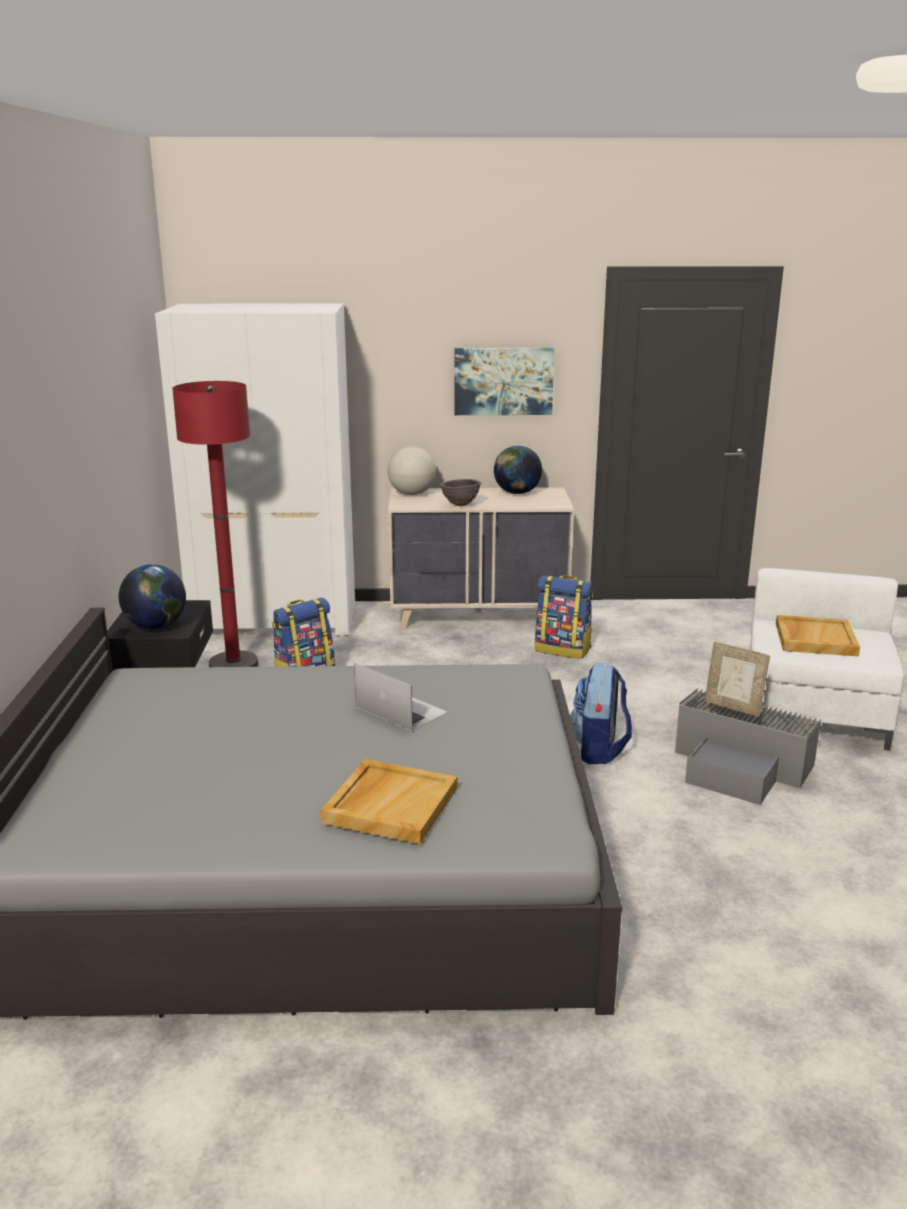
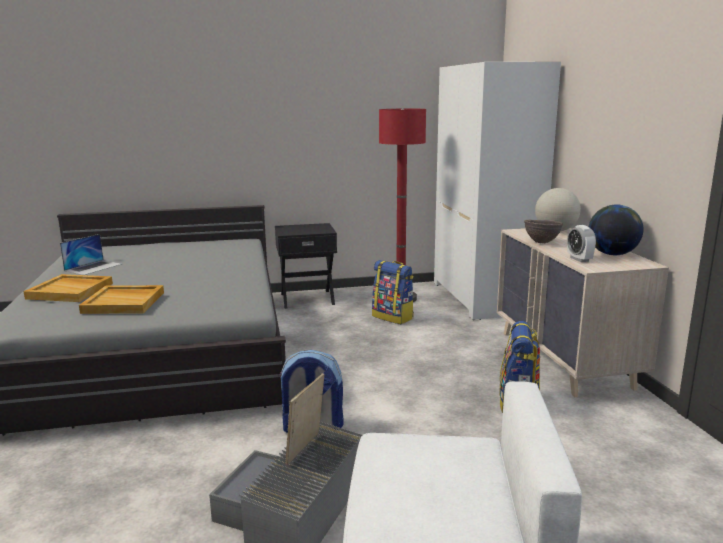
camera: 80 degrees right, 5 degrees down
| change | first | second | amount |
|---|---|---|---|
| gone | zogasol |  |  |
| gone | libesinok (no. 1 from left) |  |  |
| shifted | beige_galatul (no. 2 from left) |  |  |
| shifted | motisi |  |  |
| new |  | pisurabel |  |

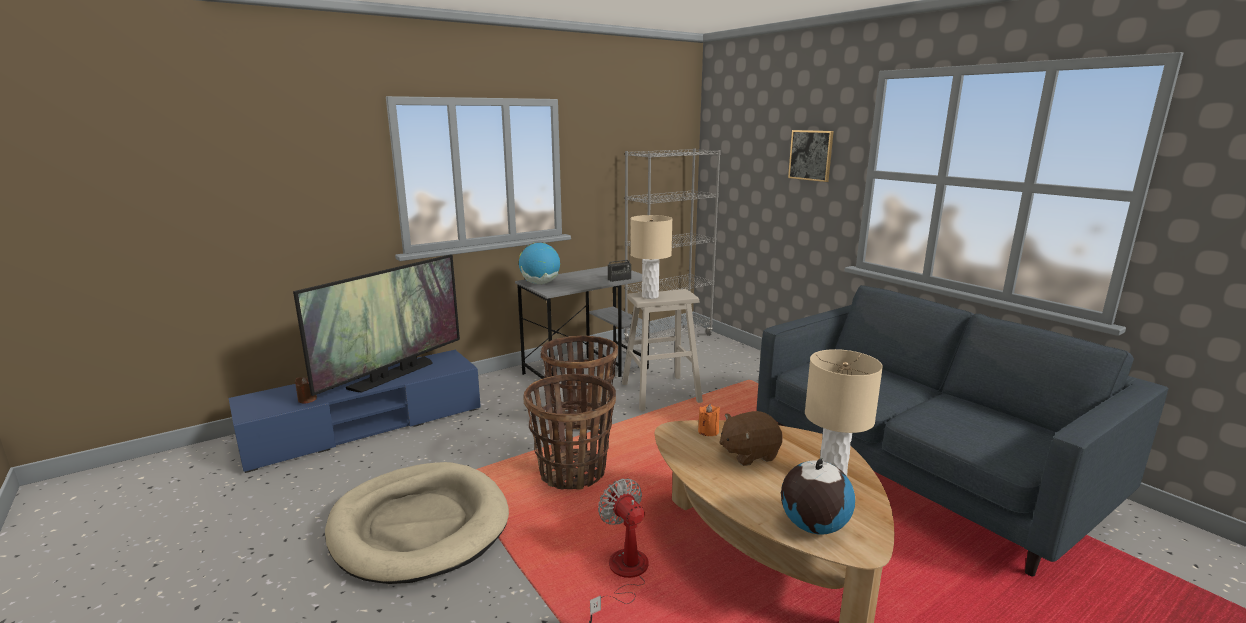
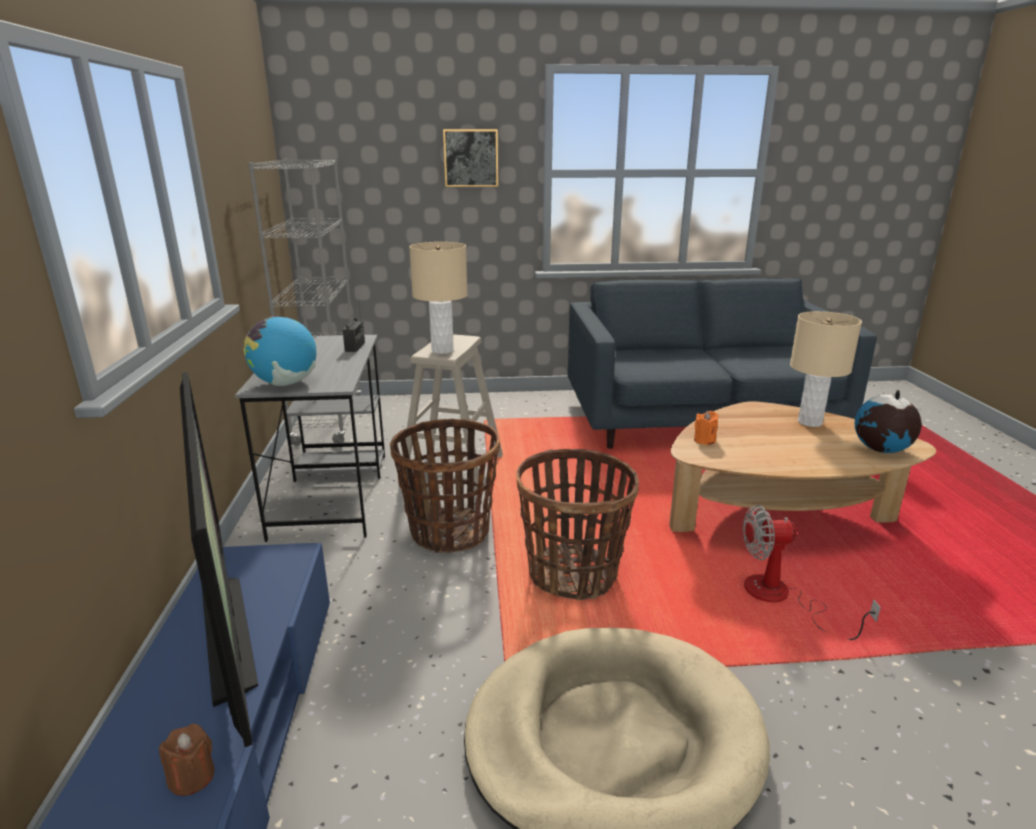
camera: 60 degrees left, 5 degrees up
| change | first | second | amount |
|---|---|---|---|
| gone | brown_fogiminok |  |  |

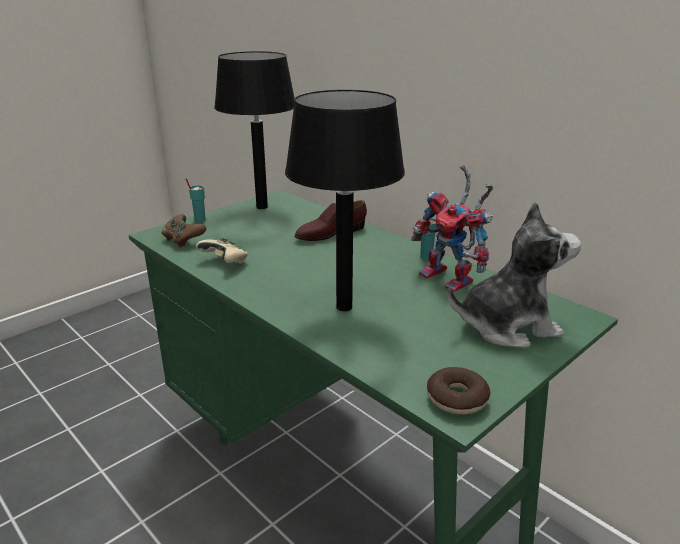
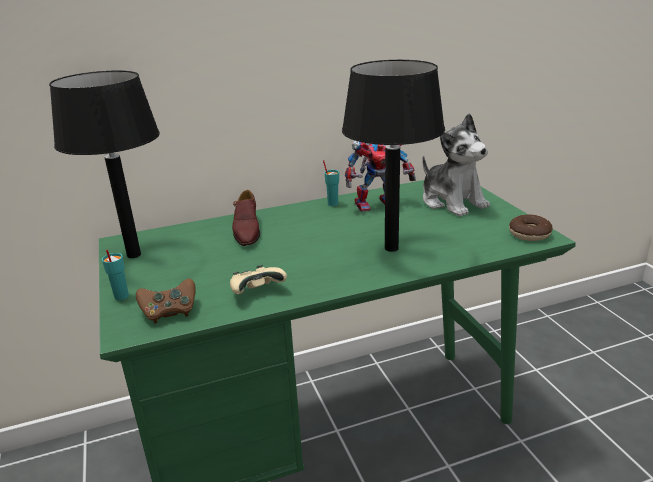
camera: 65 degrees left, 0 degrees up
| change | first | second | amount |
|---|---|---|---|
| rotated | fogiminok |  | 135 degrees clockwise |

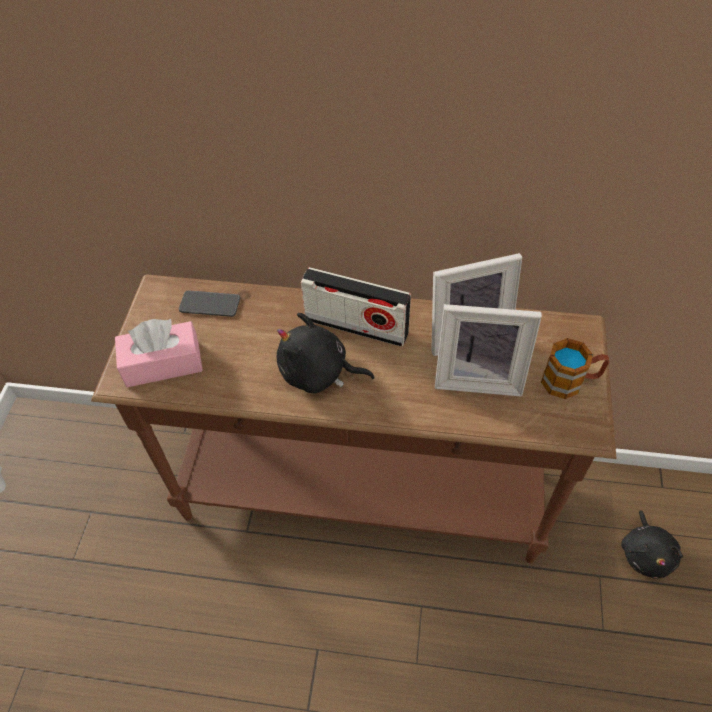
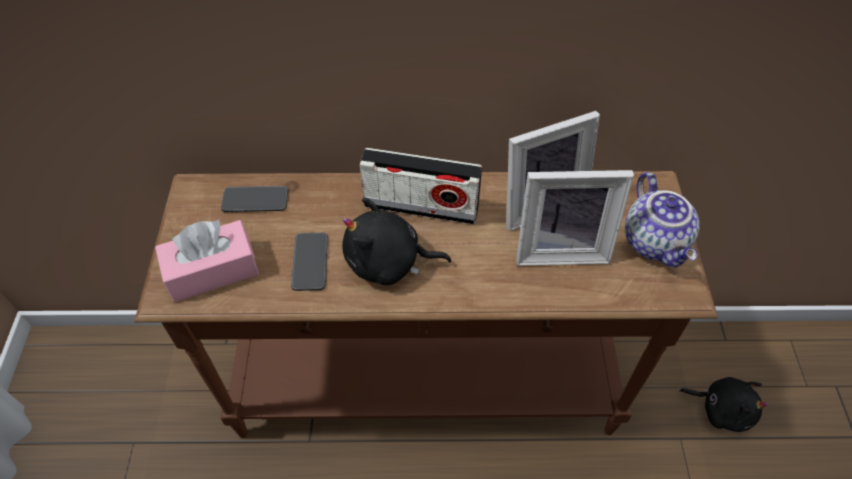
camera: 10 degrees left, 0 degrees up
| change | first | second | amount |
|---|---|---|---|
| swapped | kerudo | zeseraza |  |
| rotated | black_fogiminok (no. 2 from left) |  | 60 degrees counterclockwise |
| new |  | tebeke (no. 2 from left) |  |

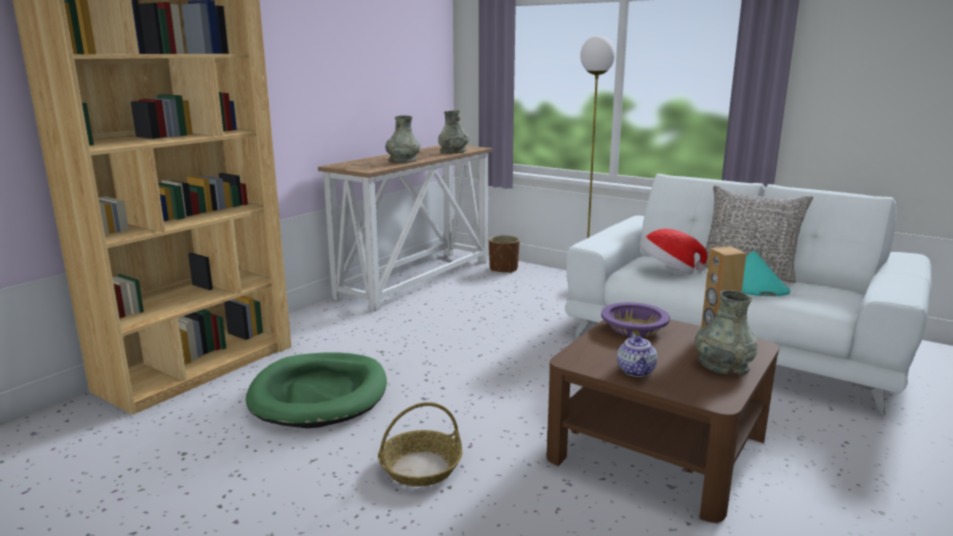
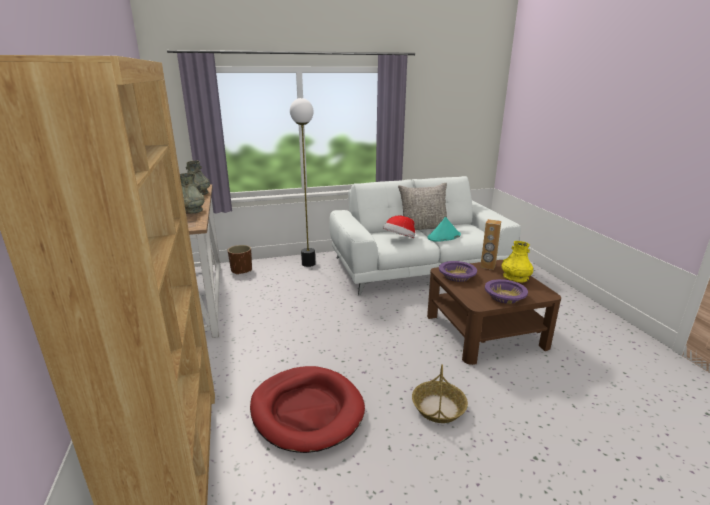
camera: 50 degrees left, 5 degrees up
| change | first | second | amount |
|---|---|---|---|
| repainted | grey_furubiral (no. 3 from left) | yellow_furubiral |  |
| swapped | zeseraza | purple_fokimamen (no. 2 from left) |  |
| repainted | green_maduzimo | red_maduzimo |  |

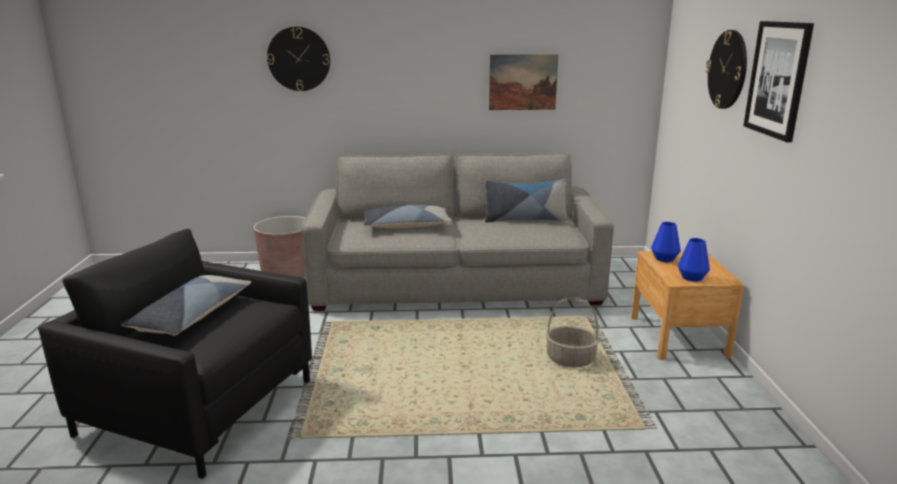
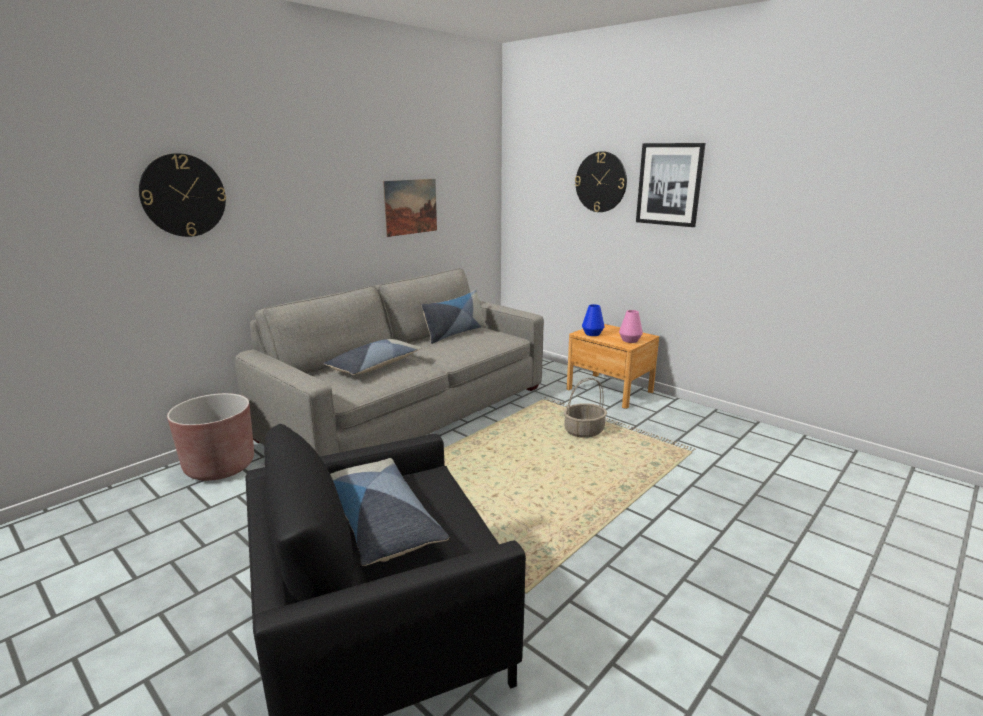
camera: 45 degrees left, 0 degrees up
| change | first | second | amount |
|---|---|---|---|
| repainted | blue_furubiral (no. 2 from left) | pink_furubiral |  |

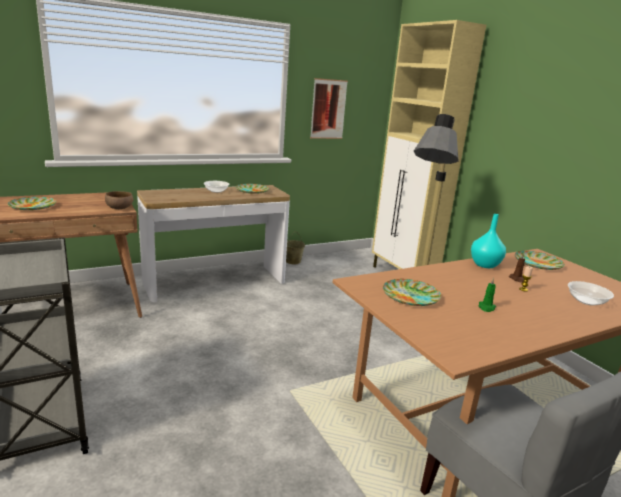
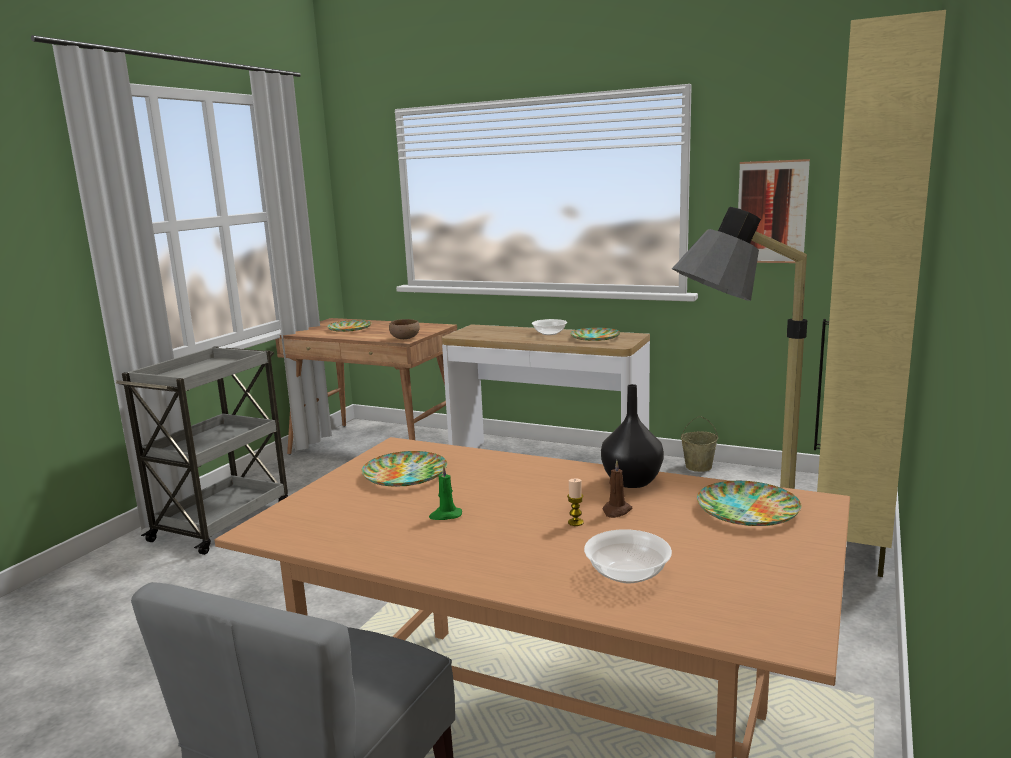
camera: 55 degrees right, 5 degrees down
| change | first | second | amount |
|---|---|---|---|
| repainted | turquoise_furubiral | black_furubiral |  |

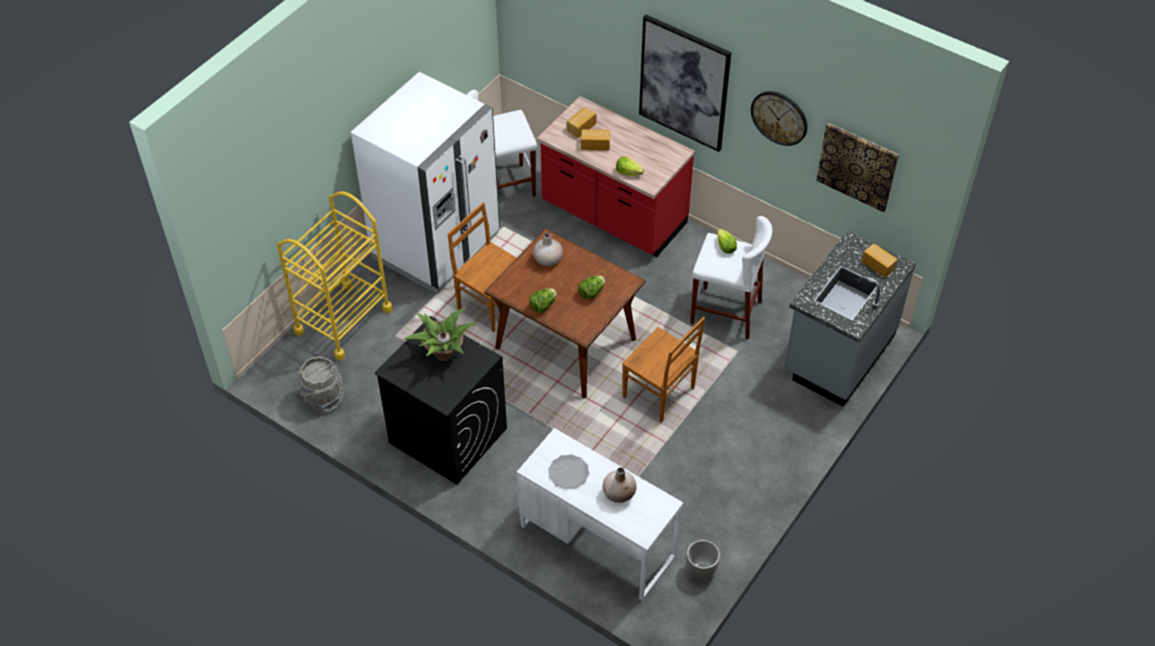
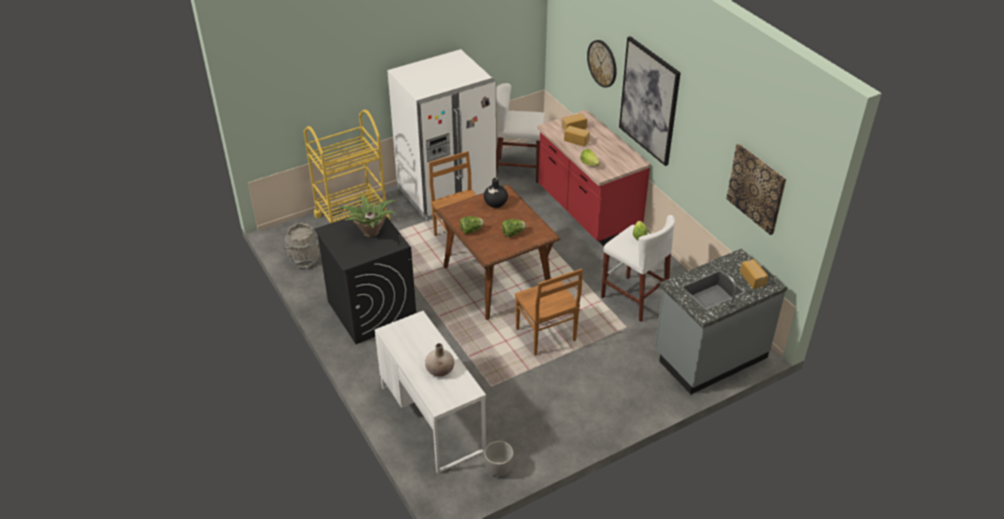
camera: 25 degrees right, 10 degrees down
| change | first | second | amount |
|---|---|---|---|
| shifted | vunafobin |  |  |
| repainted | beige_furubiral (no. 1 from left) | black_furubiral |  |
| gone | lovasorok |  |  |

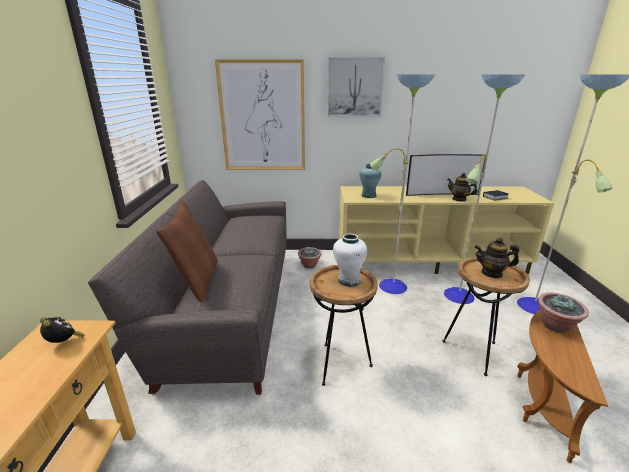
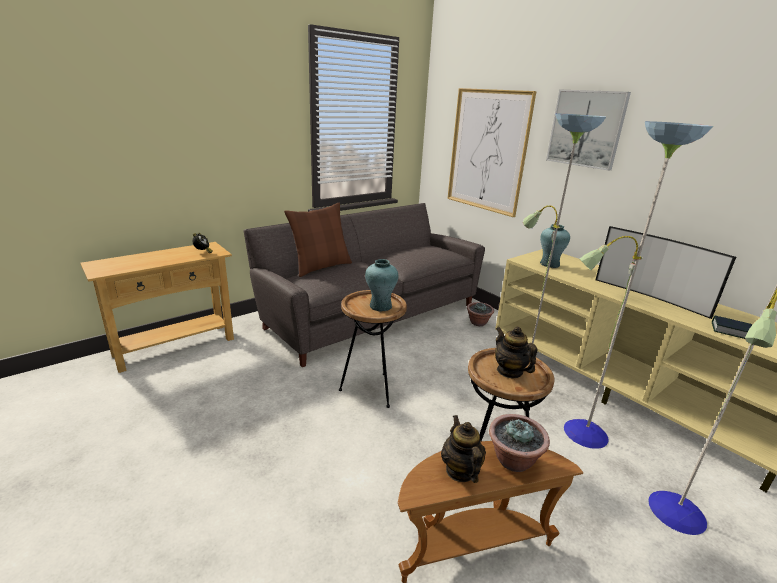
camera: 50 degrees right, 0 degrees up
| change | first | second | amount |
|---|---|---|---|
| shifted | zeseraza (no. 1 from left) |  |  |
| repainted | white_furubiral | turquoise_furubiral (no. 1 from left) |  |

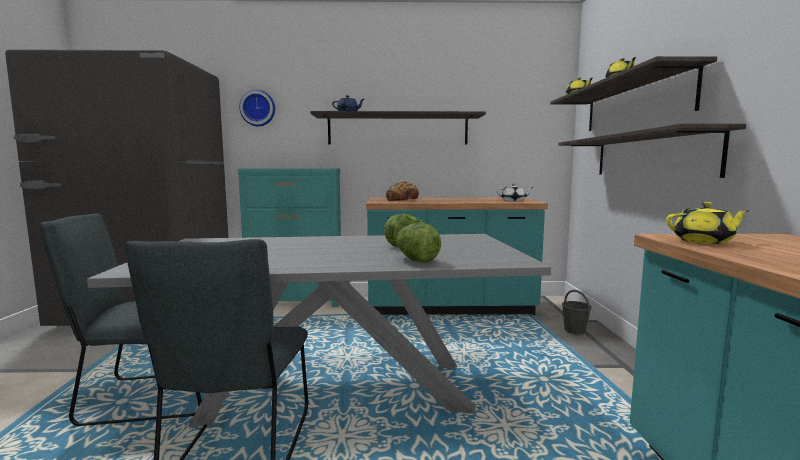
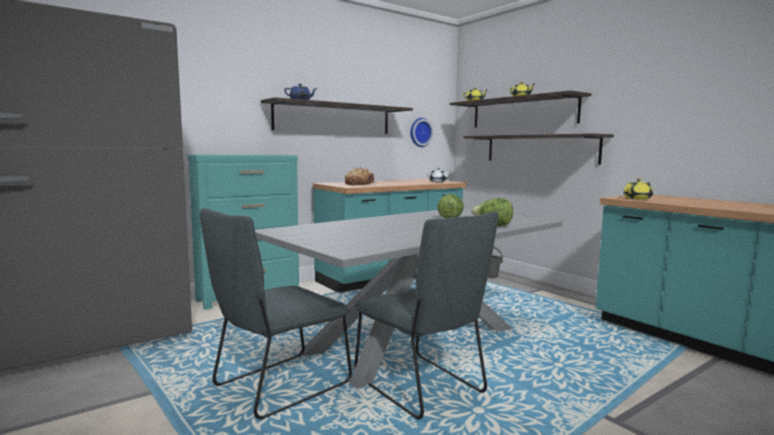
camera: 35 degrees left, 0 degrees up
| change | first | second | amount |
|---|---|---|---|
| shifted | vunafobin |  |  |

